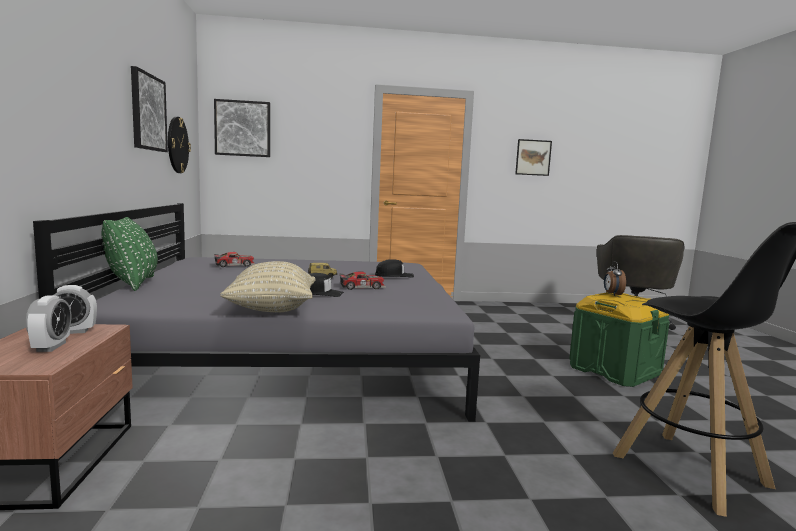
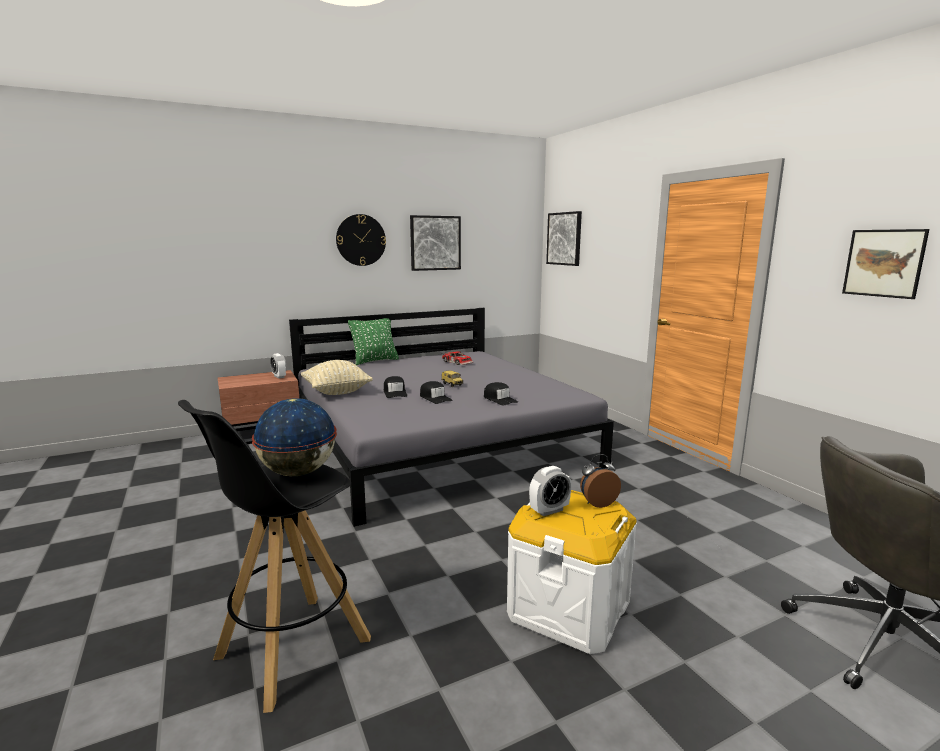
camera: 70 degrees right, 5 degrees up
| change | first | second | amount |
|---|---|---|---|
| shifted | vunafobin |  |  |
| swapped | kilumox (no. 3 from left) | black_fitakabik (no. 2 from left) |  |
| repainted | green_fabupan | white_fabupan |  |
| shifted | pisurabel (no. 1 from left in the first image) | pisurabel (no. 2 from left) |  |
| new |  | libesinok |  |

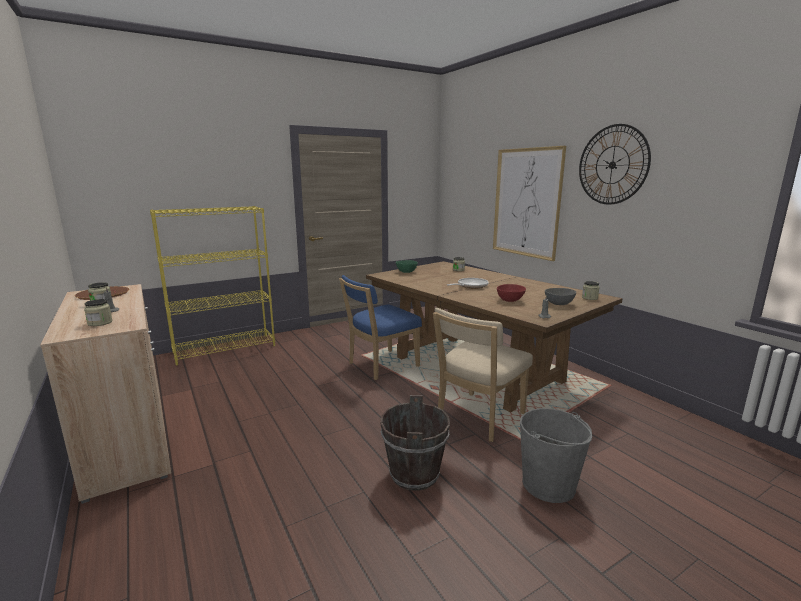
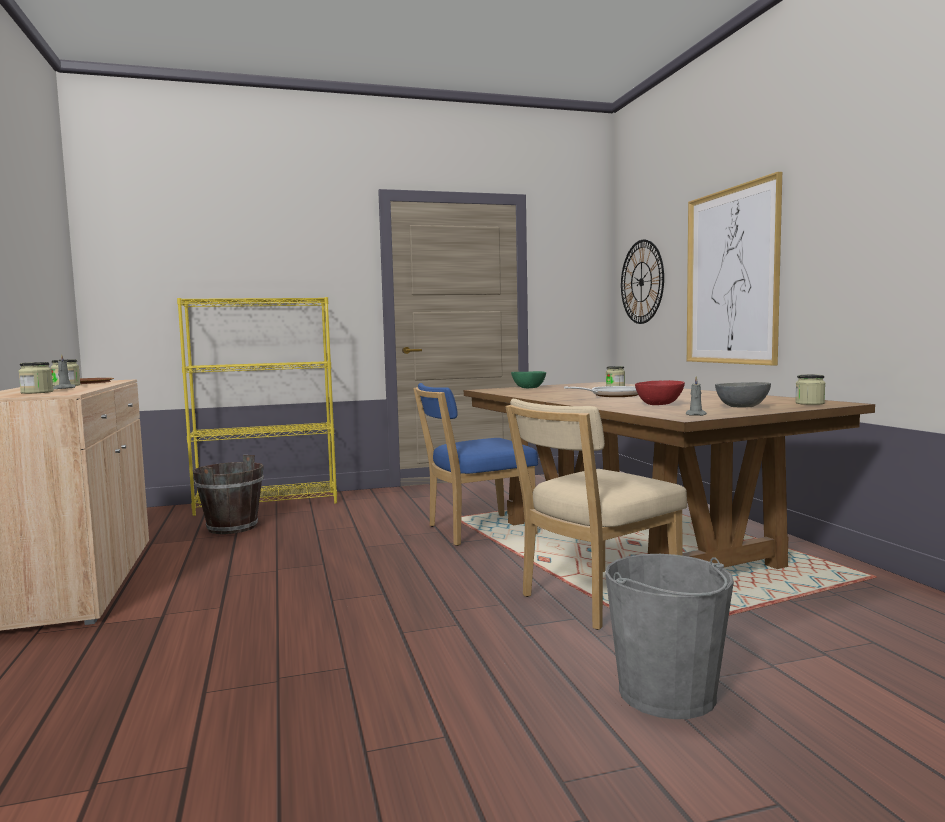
camera: 15 degrees right, 10 degrees down
| change | first | second | amount |
|---|---|---|---|
| shifted | vunafobin |  |  |
| shifted | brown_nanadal |  |  |

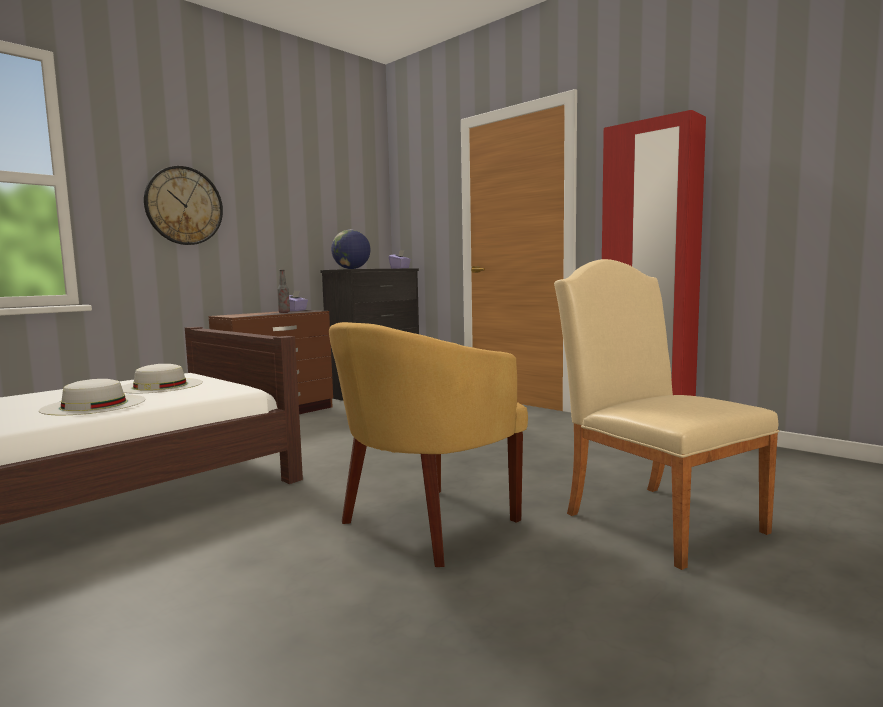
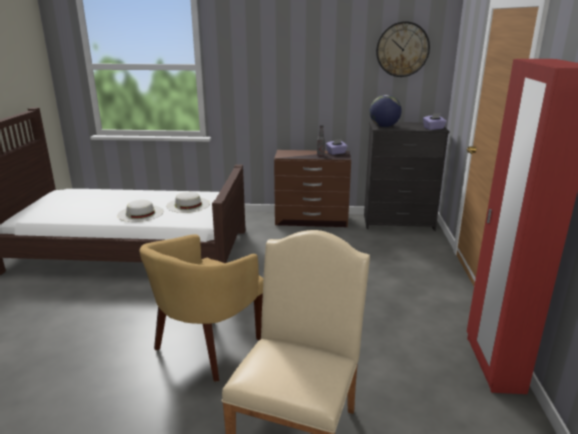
camera: 50 degrees right, 15 degrees up
| change | first | second | amount |
|---|---|---|---|
| shifted | vunafobin |  |  |
| rotated | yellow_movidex |  | 60 degrees counterclockwise |

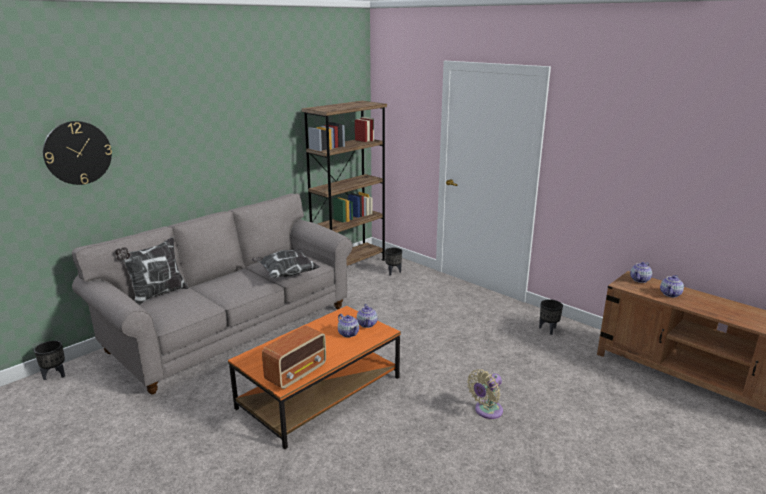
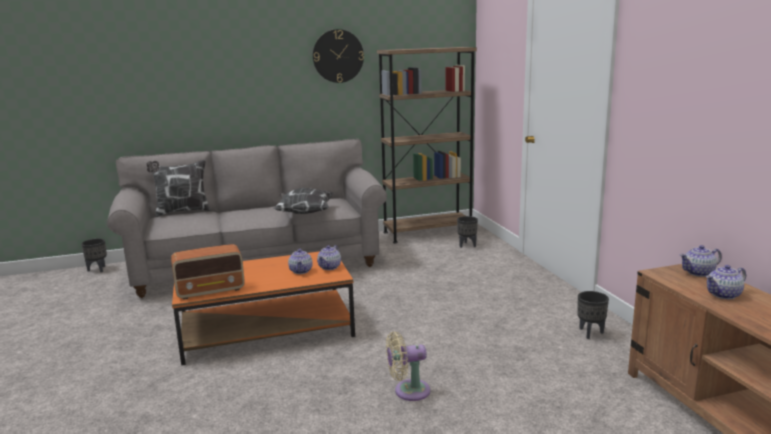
camera: 30 degrees right, 5 degrees down
| change | first | second | amount |
|---|---|---|---|
| shifted | vunafobin |  |  |

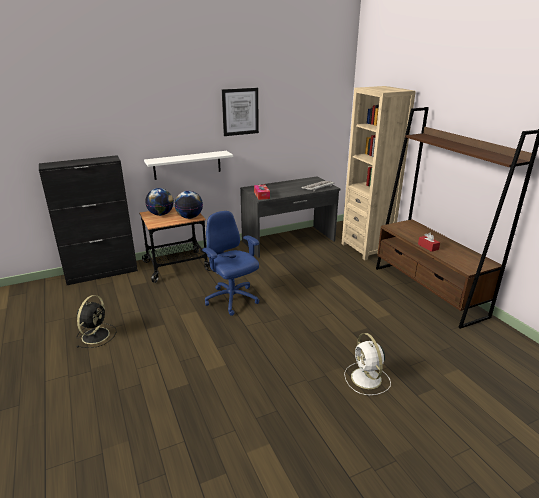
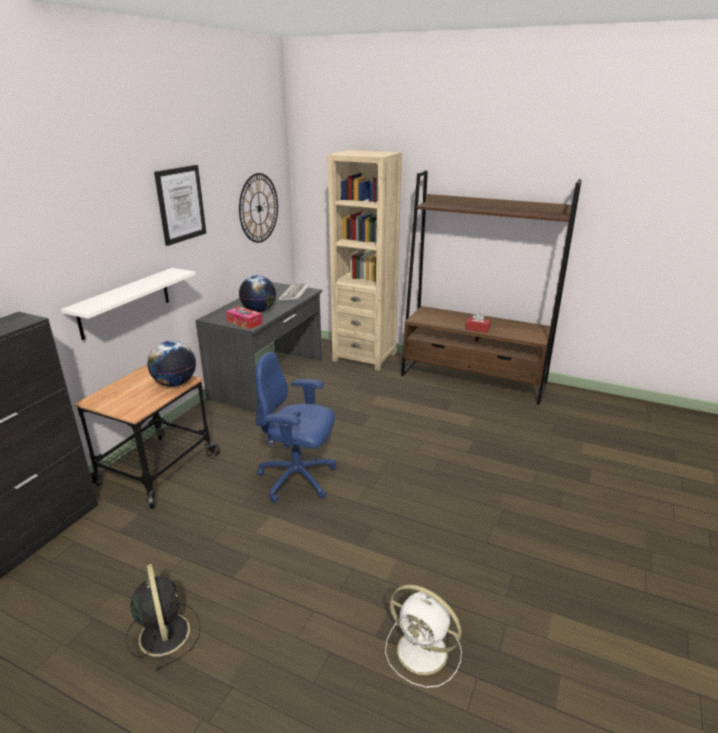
camera: 40 degrees left, 0 degrees up
| change | first | second | amount |
|---|---|---|---|
| shifted | libesinok (no. 1 from left in the first image) | libesinok (no. 2 from left) |  |
| shifted | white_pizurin |  |  |
| new |  | vunafobin |  |

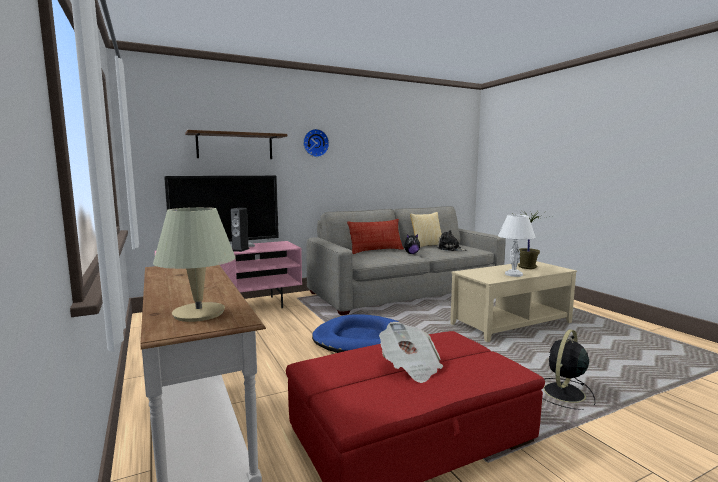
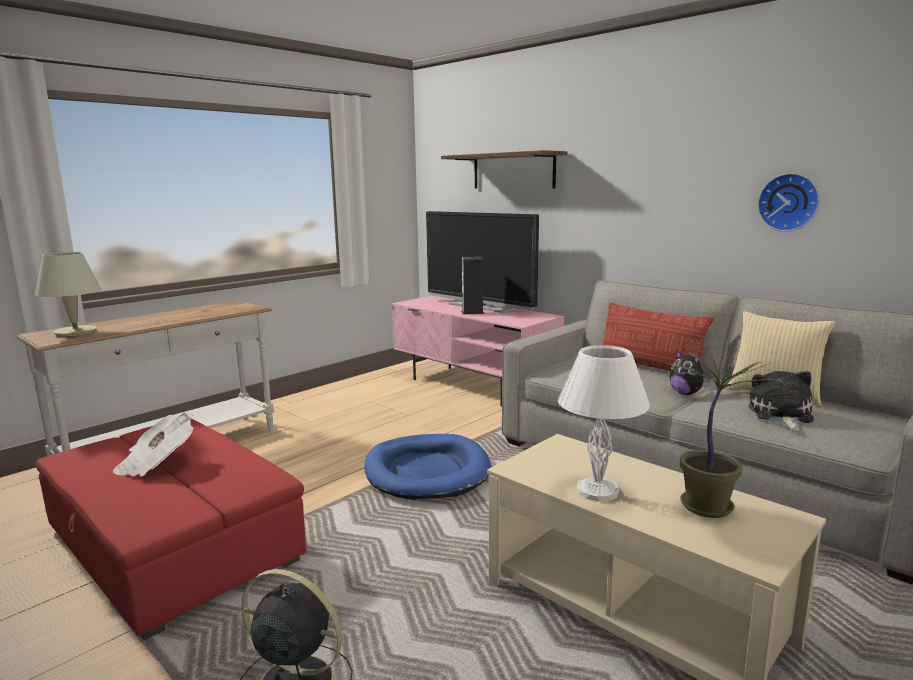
camera: 70 degrees right, 5 degrees up
| change | first | second | amount |
|---|---|---|---|
| shifted | vunafobin |  |  |

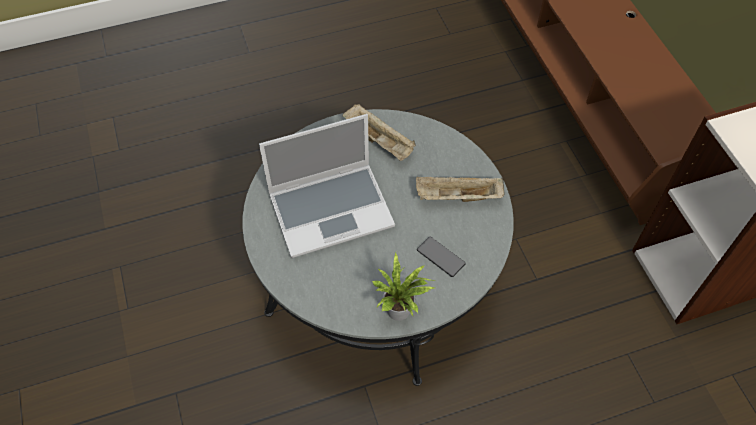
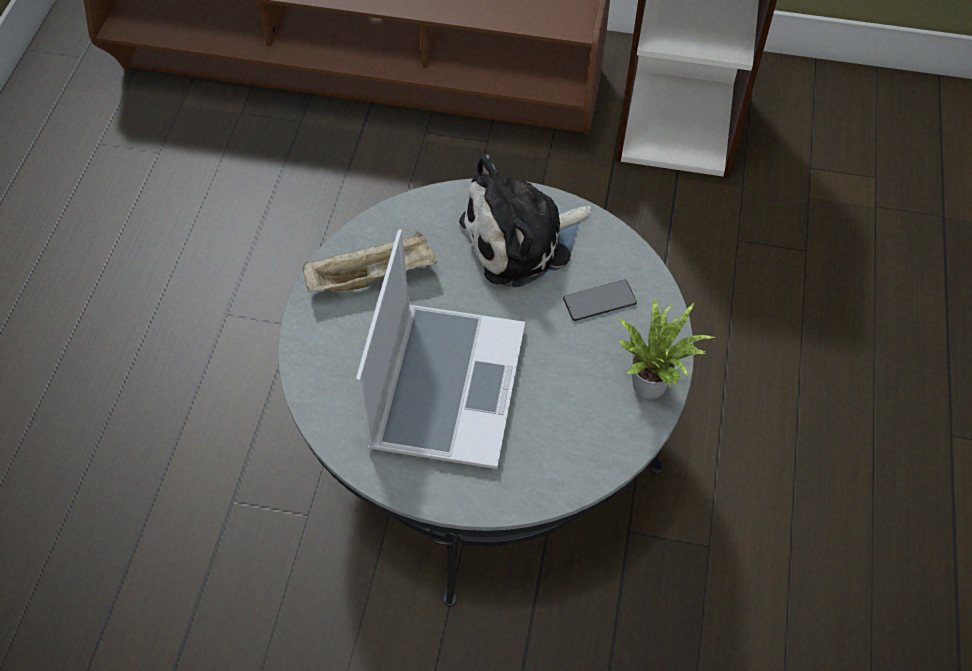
camera: 60 degrees left, 0 degrees up
| change | first | second | amount |
|---|---|---|---|
| swapped | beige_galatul (no. 2 from left) | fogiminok |  |

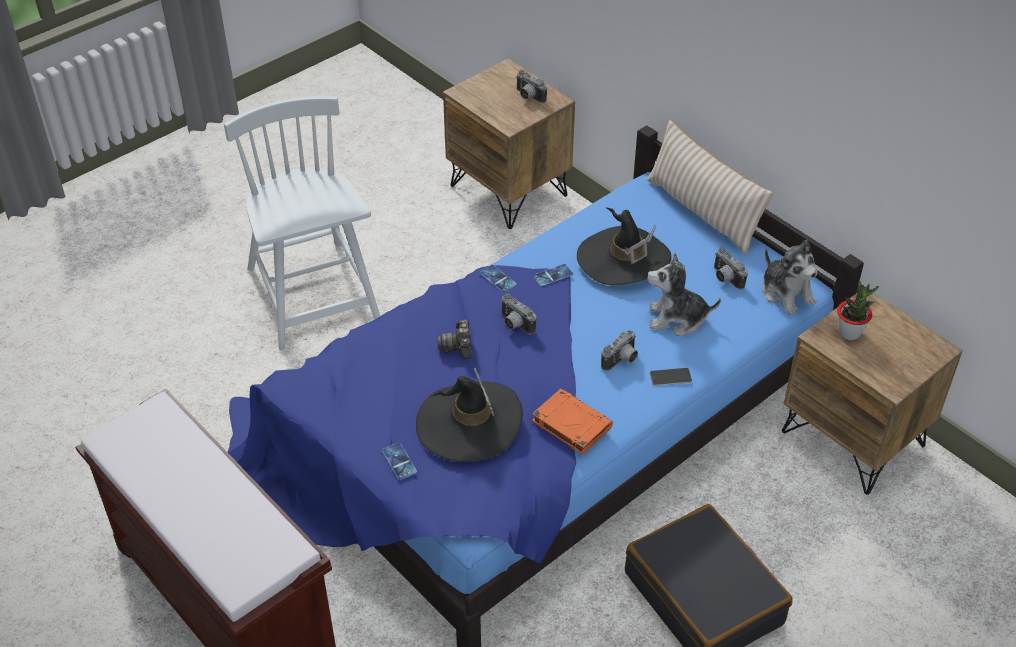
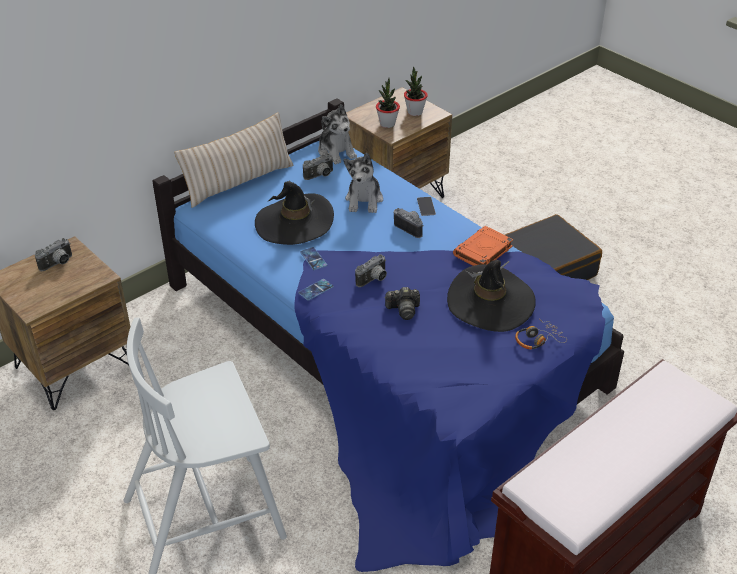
camera: 90 degrees left, 5 degrees down
| change | first | second | amount |
|---|---|---|---|
| rotated | fogiminok (no. 2 from left in the first image) | fogiminok (no. 1 from left) | 90 degrees clockwise |
| swapped | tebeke (no. 1 from left) | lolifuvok |  |
| new |  | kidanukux (no. 2 from left) |  |

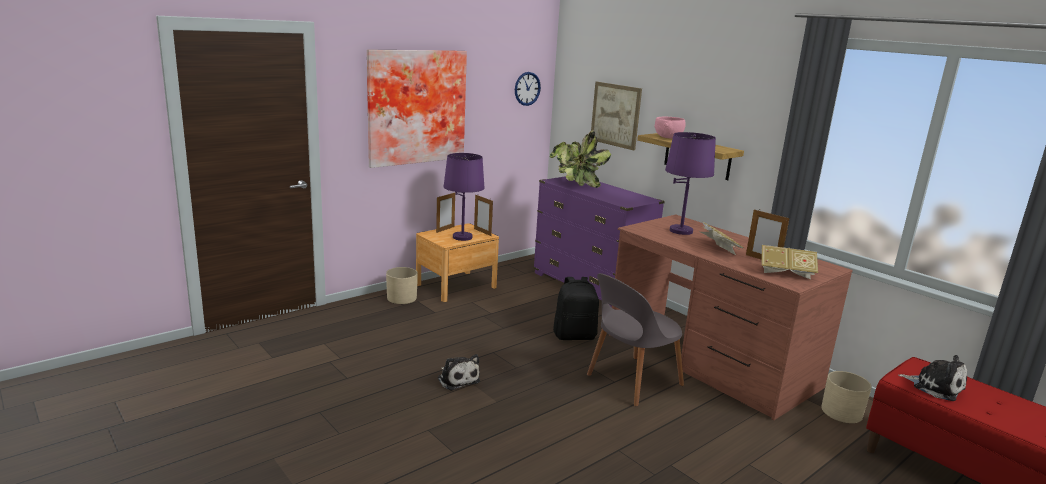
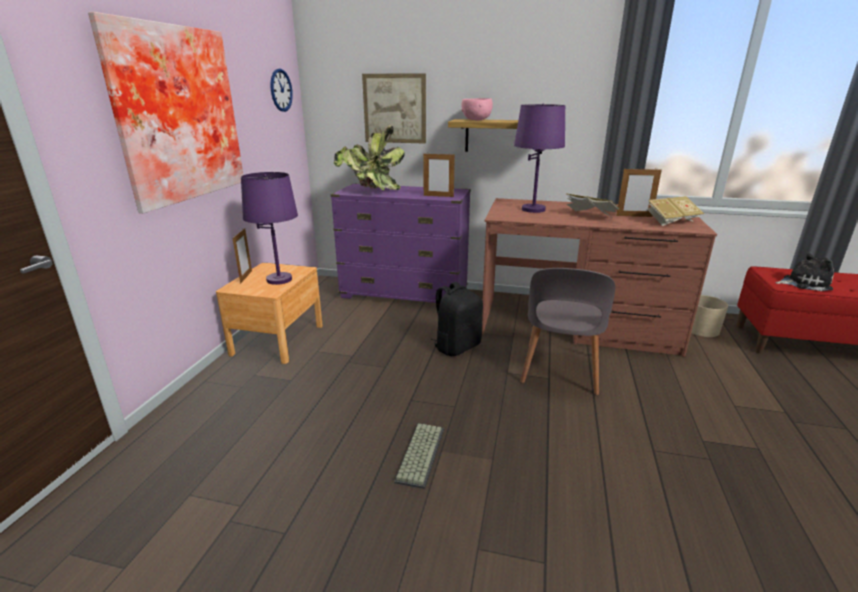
camera: 35 degrees left, 5 degrees up
| change | first | second | amount |
|---|---|---|---|
| shifted | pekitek (no. 2 from left) |  |  |
| gone | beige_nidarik (no. 1 from left) |  |  |
| swapped | fogiminok (no. 1 from left) | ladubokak |  |

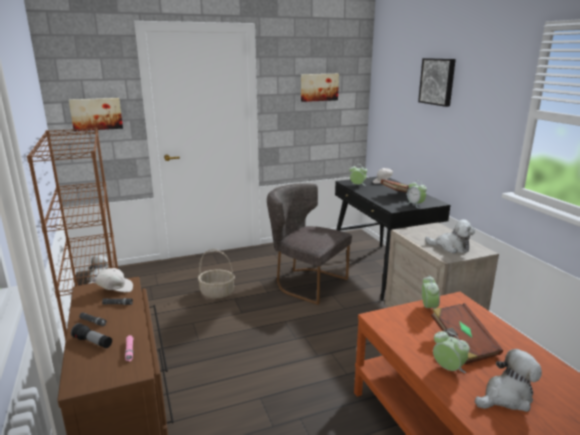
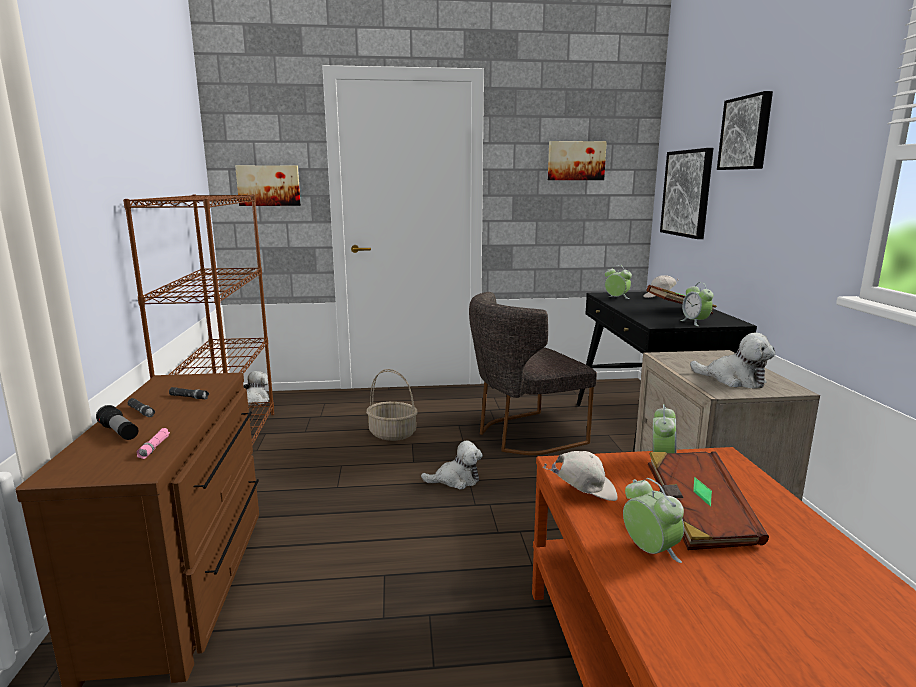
camera: 15 degrees right, 5 degrees down
| change | first | second | amount |
|---|---|---|---|
| rotated | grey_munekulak |  | 75 degrees counterclockwise |
| shifted | white_fitakabik (no. 1 from left) |  |  |
| shifted | fogiminok (no. 3 from left in the first image) | fogiminok (no. 2 from left) |  |
| new |  | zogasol (no. 3 from left) |  |

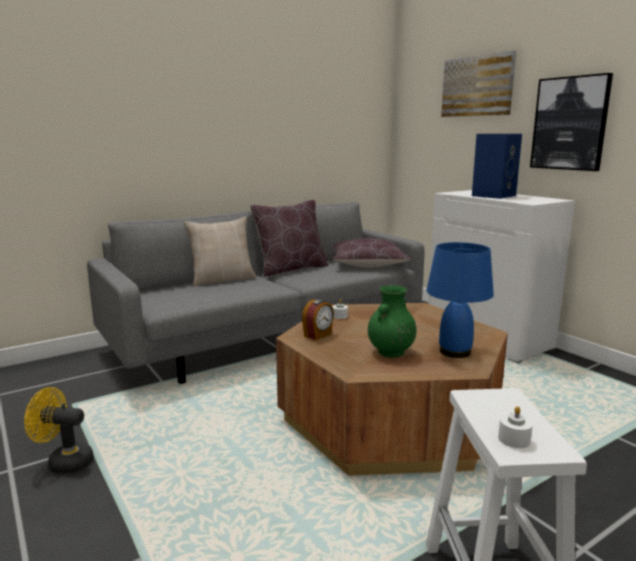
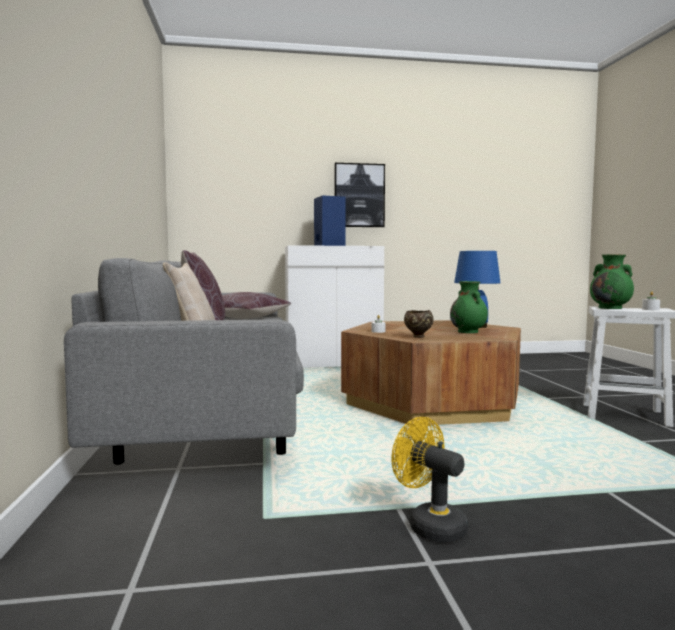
camera: 65 degrees left, 10 degrees down
| change | first | second | amount |
|---|---|---|---|
| gone | zogasol (no. 1 from left) |  |  |
| swapped | pisurabel | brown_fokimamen |  |
| rotated | yellow_pizurin |  | 105 degrees clockwise |
| new |  | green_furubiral (no. 2 from left) |  |

